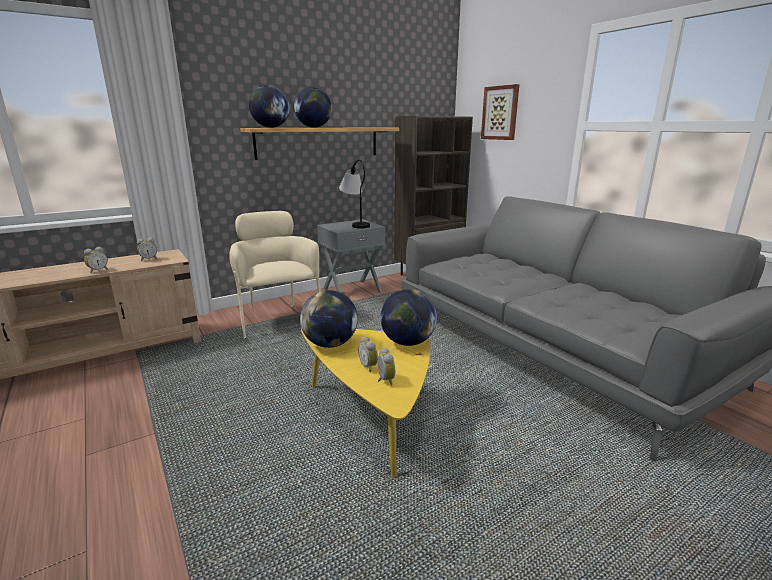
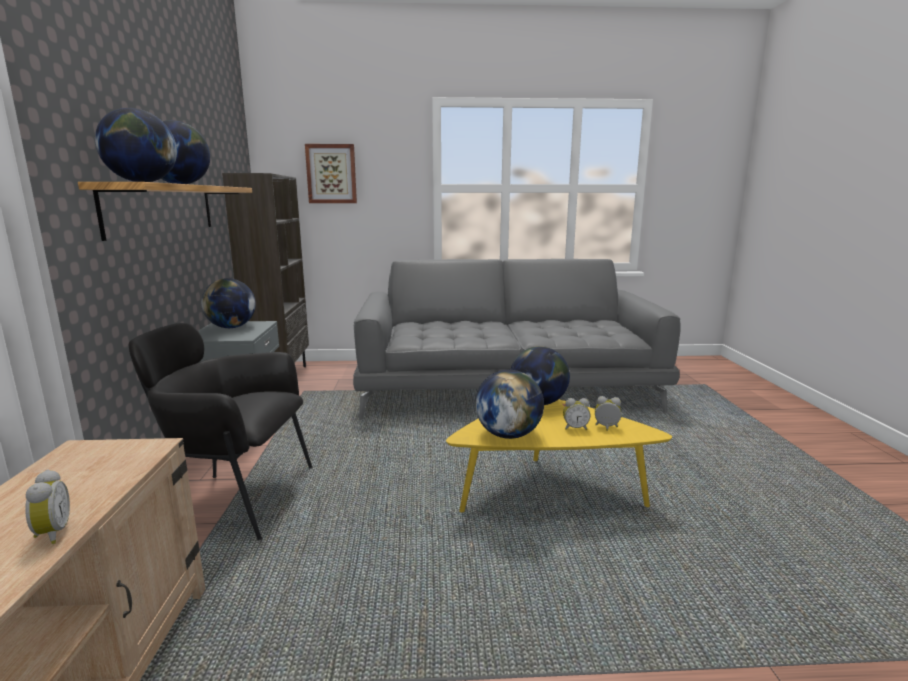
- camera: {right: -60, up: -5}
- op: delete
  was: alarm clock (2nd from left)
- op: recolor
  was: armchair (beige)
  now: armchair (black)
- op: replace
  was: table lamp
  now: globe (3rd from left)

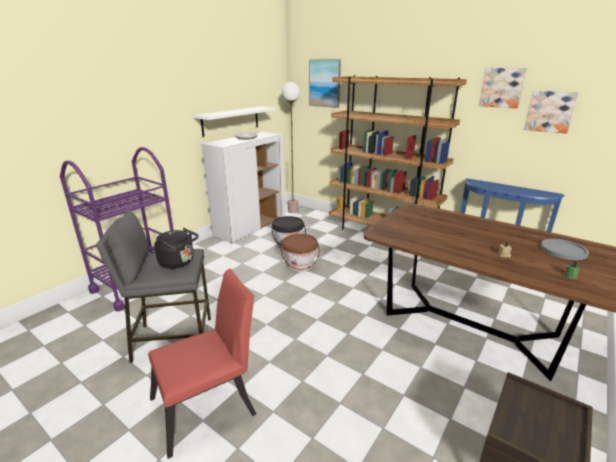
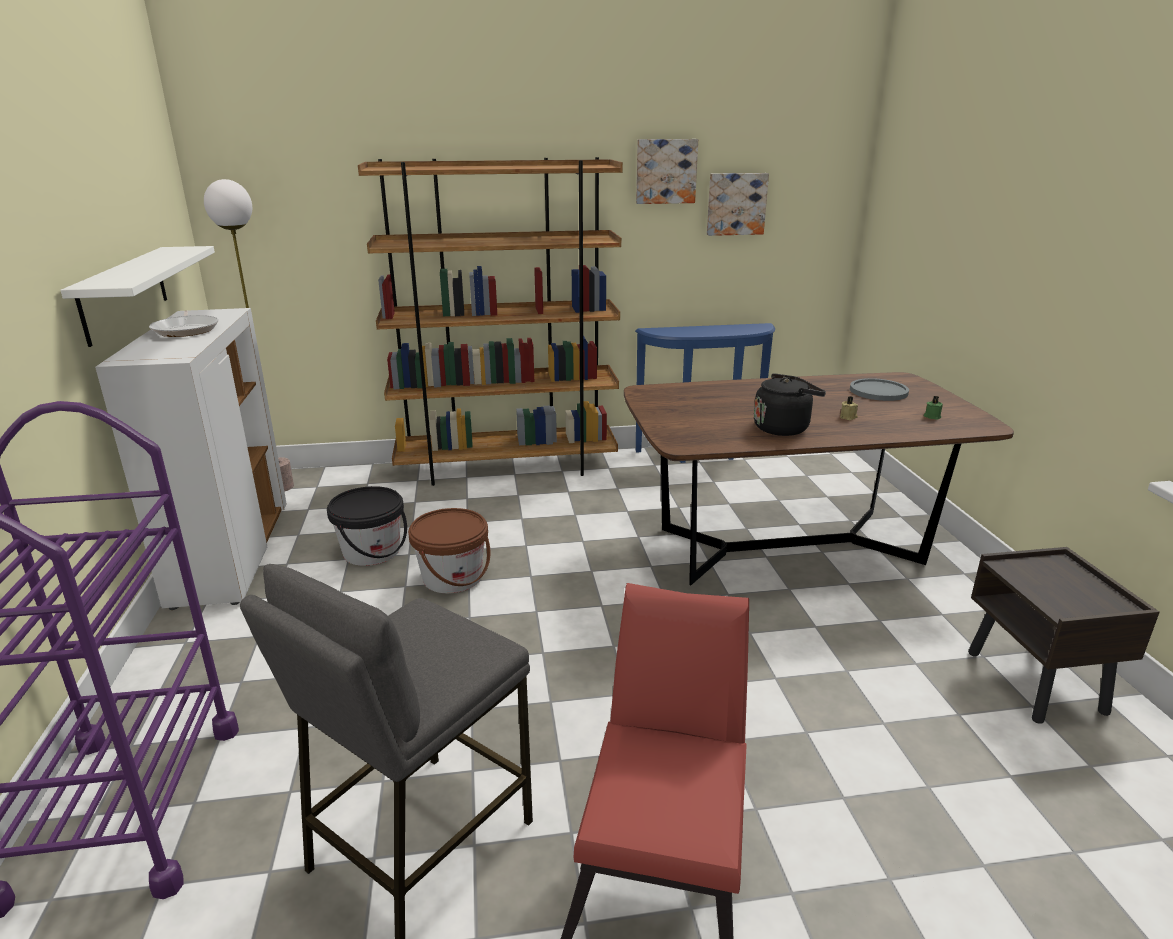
- camera: {right: -45, up: 0}
- op: move
  was: kettle (black)
- op: delete
  was: picture (1st from left)

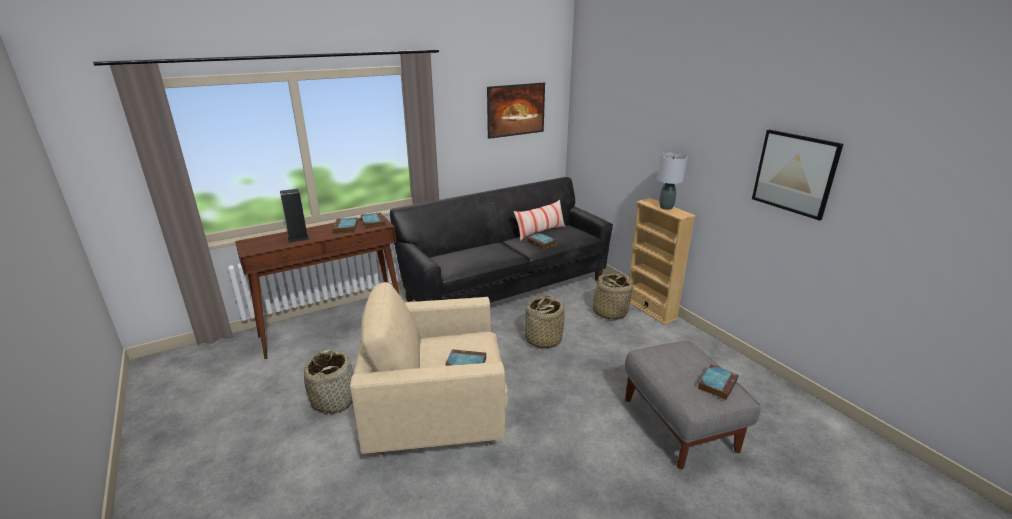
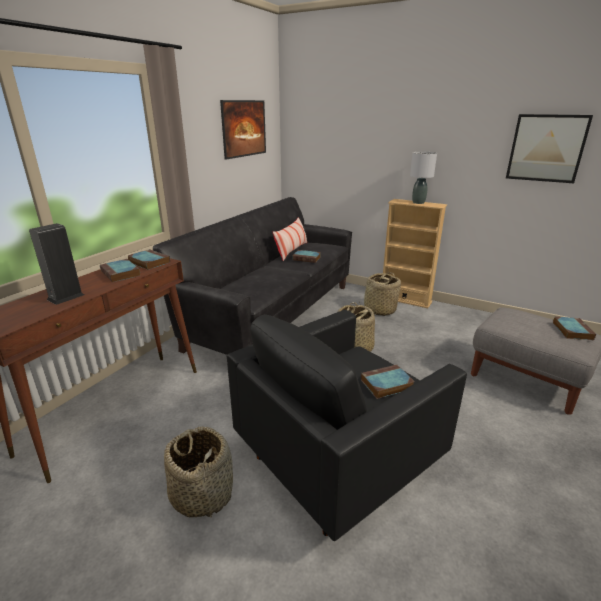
- camera: {right: -30, up: 0}
- op: recolor
  was: armchair (beige)
  now: armchair (black)

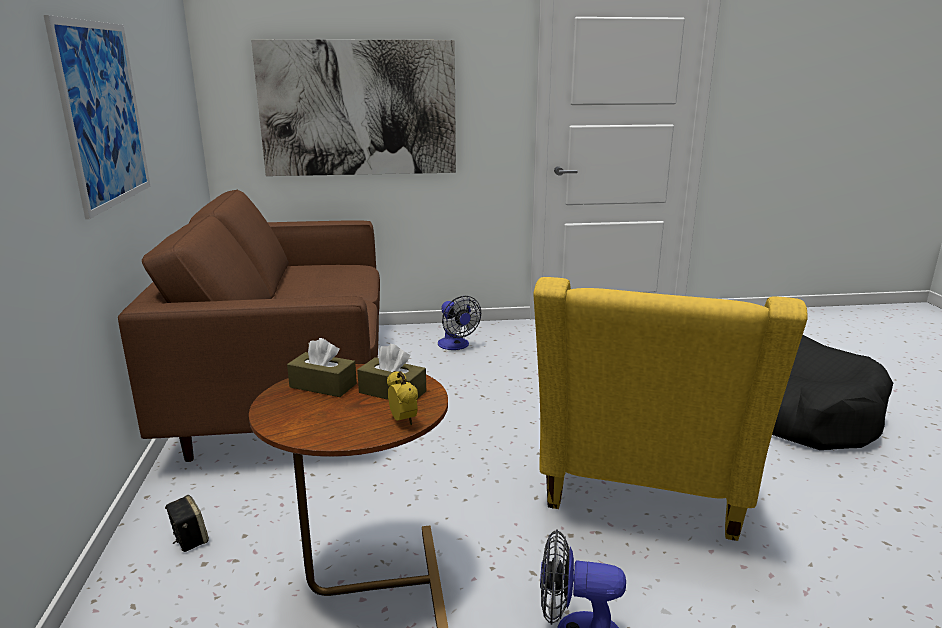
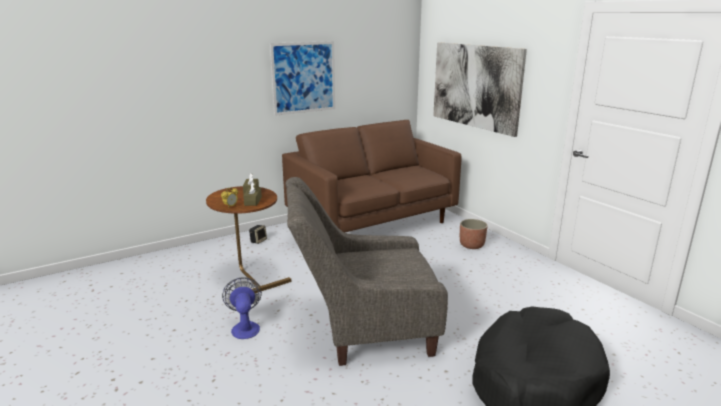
- camera: {right: 65, up: 0}
- op: replace
  was: fan (1st from left)
  now: planter
- op: recolor
  was: armchair (yellow)
  now: armchair (grey)

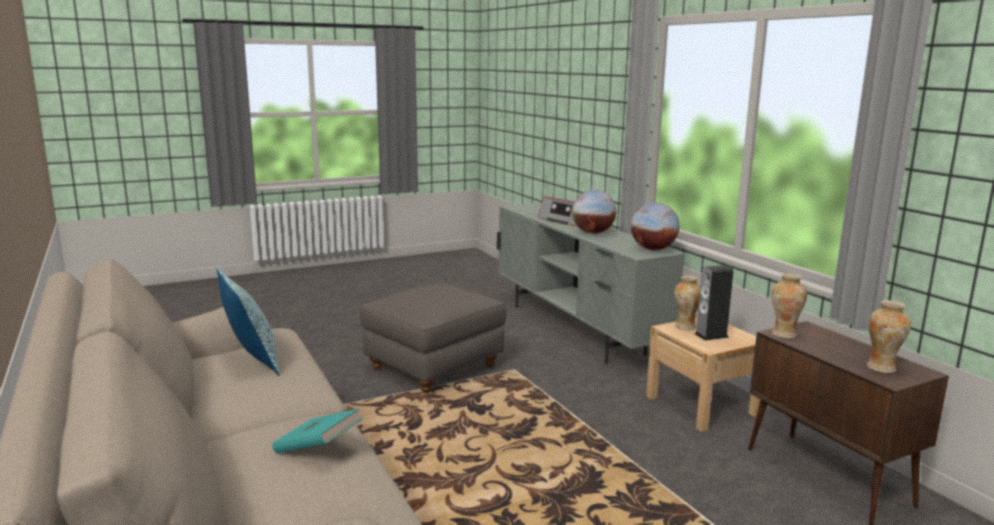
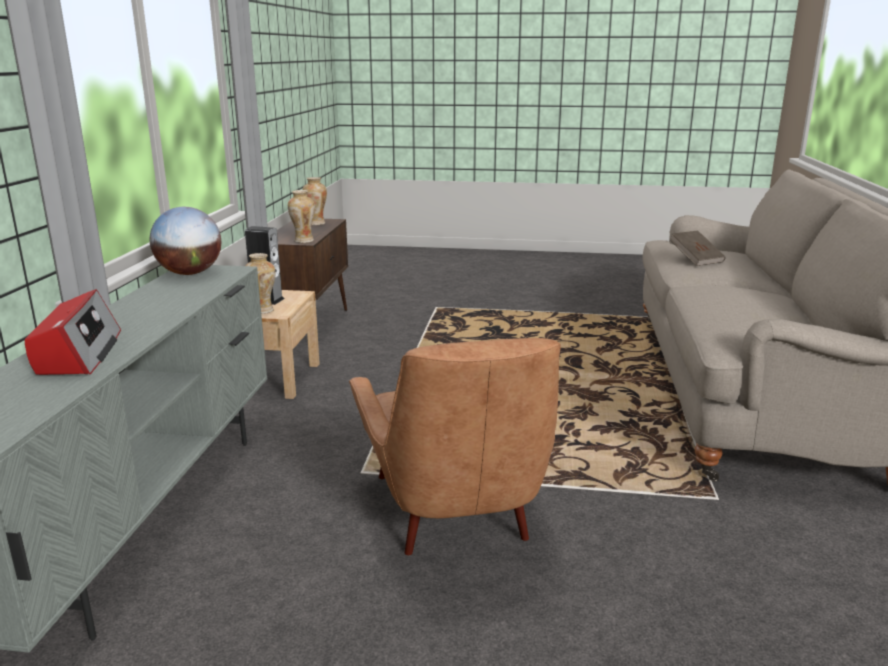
- camera: {right: -145, up: 5}
- op: delete
  was: pillow
- op: recolor
  was: book (turquoise)
  now: book (brown)
- op: replace
  was: ottoman (grey)
  now: armchair (brown)
- op: delete
  was: globe (1st from left)

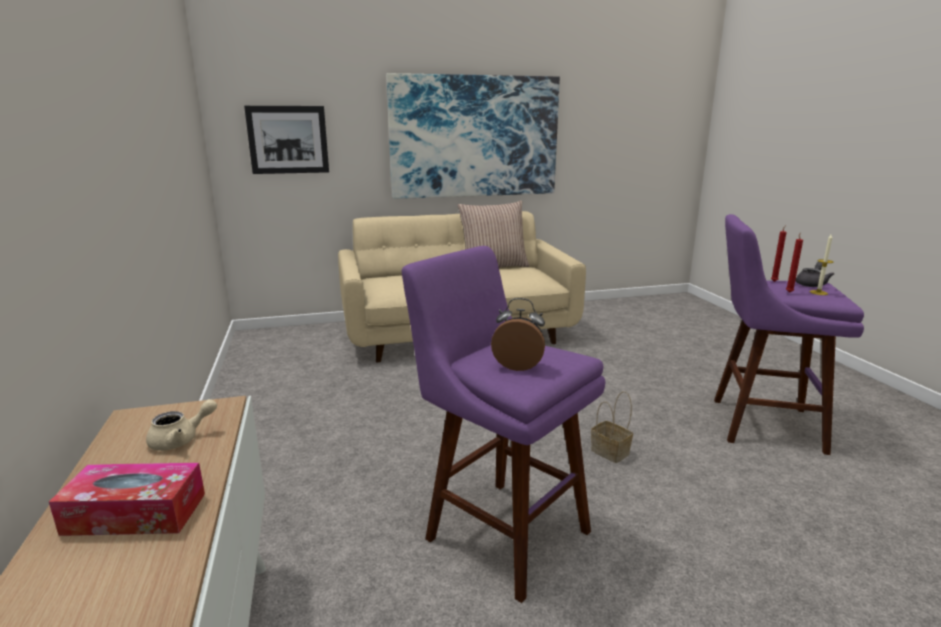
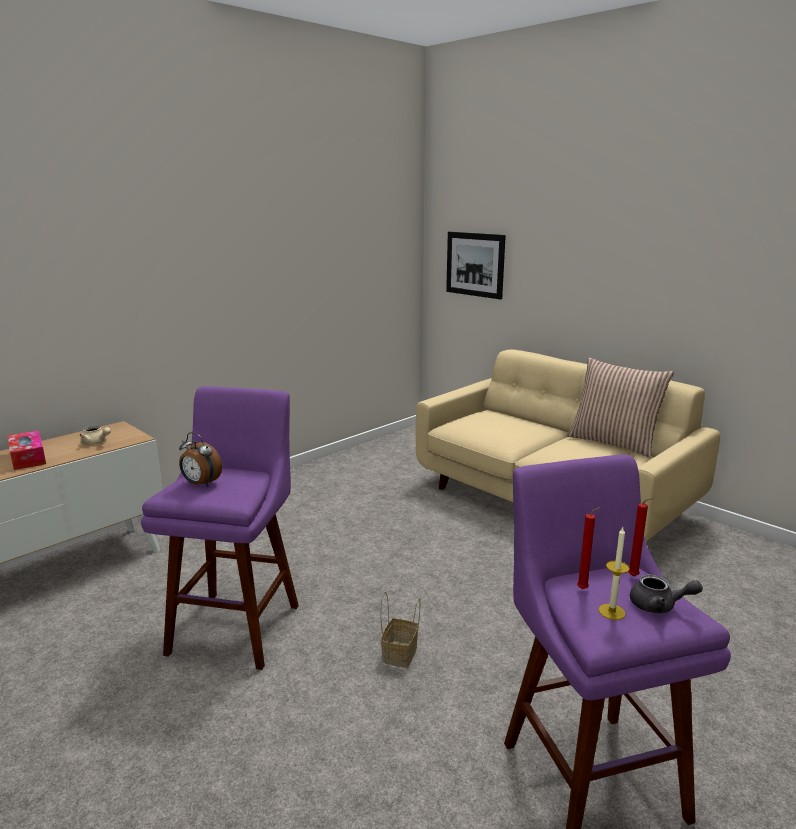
- camera: {right: 60, up: 0}
- op: delete
  was: picture (2nd from left)
- op: rotate
  was: alarm clock
  clockwise: 135

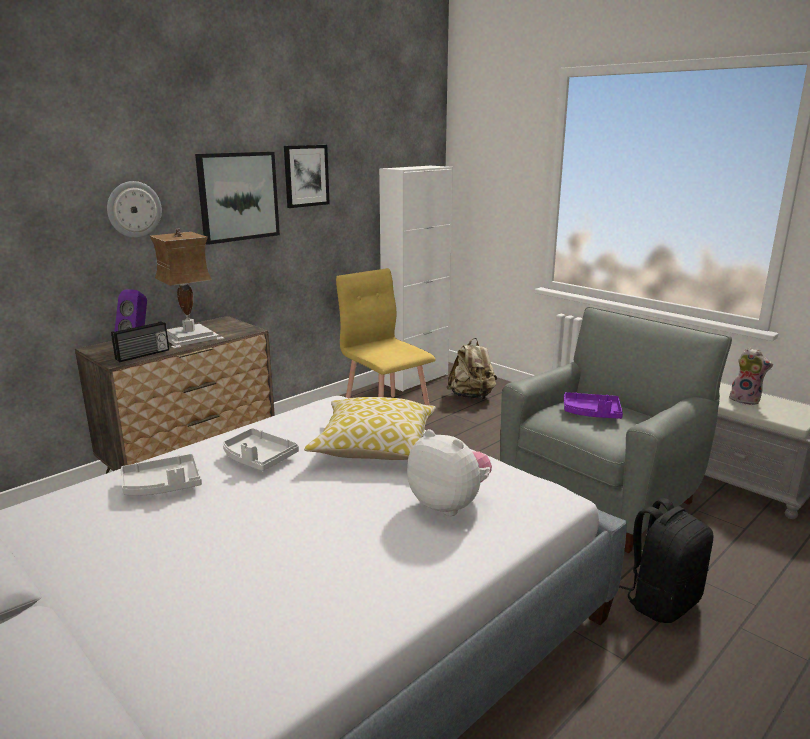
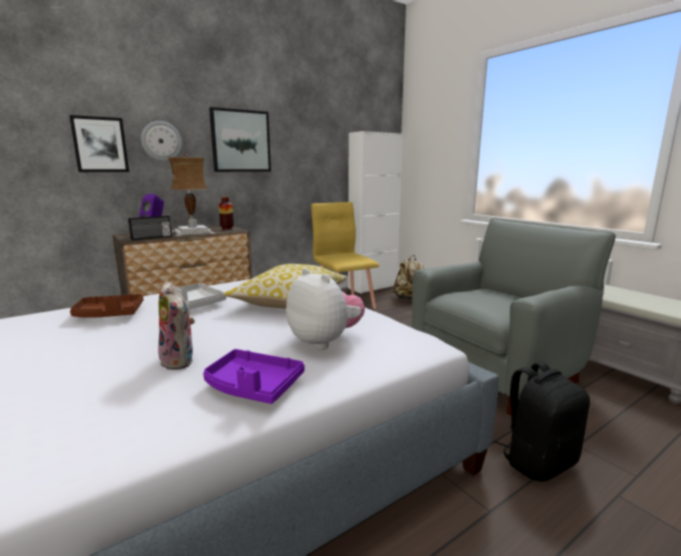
- camera: {right: 10, up: -5}
- op: recolor
  was: tray (grey) (1st from left)
  now: tray (brown)
- op: move
  was: picture (2nd from left in the first image)
  now: picture (1st from left)
- op: move
  was: tray (purple)
- op: move
  was: plush toy (2nd from left in the first image)
  now: plush toy (1st from left)
- op: insert
  now: vase

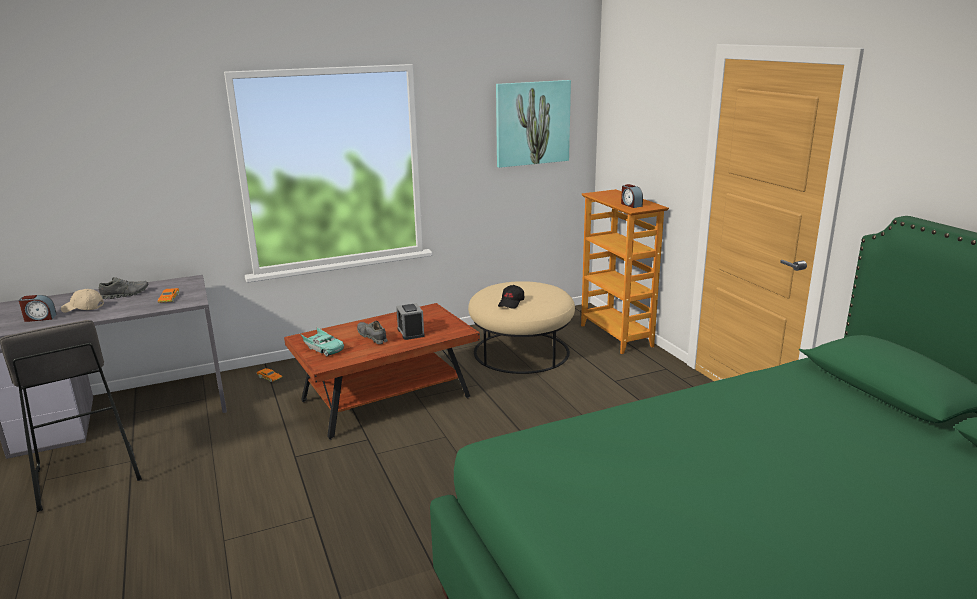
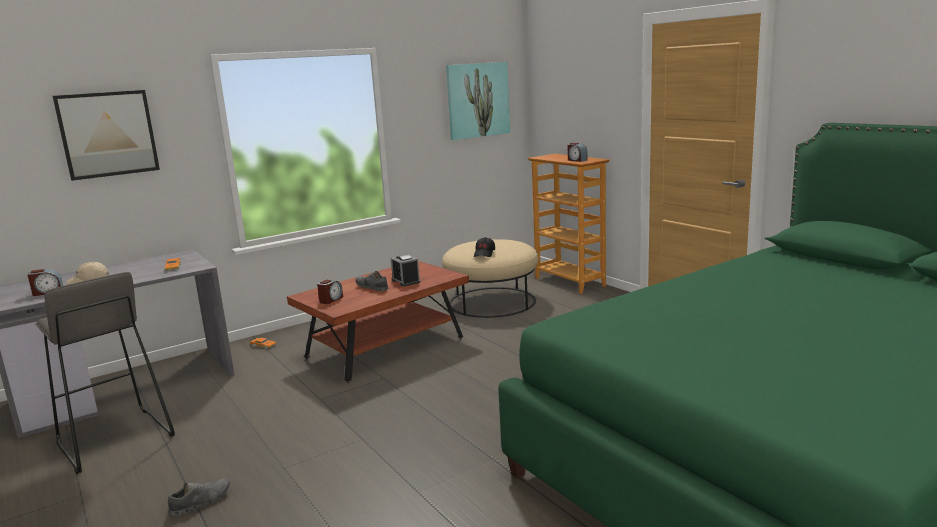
- camera: {right: -10, up: -5}
- op: move
  was: shoe (grey) (1st from left)
- op: replace
  was: toy car (turquoise)
  now: alarm clock (2nd from left)
- op: insert
  now: picture (1st from left)

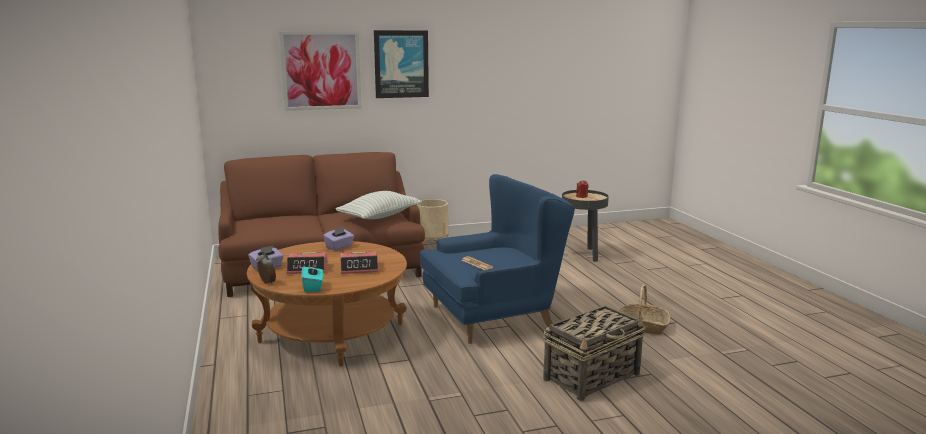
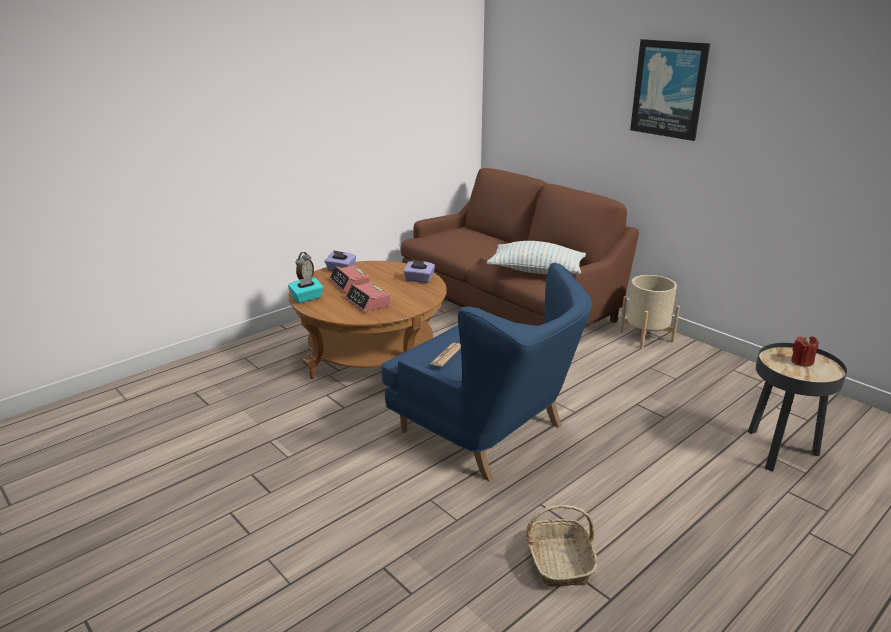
- camera: {right: 65, up: 10}
- op: delete
  was: picture (1st from left)
- op: delete
  was: basket (1st from left)

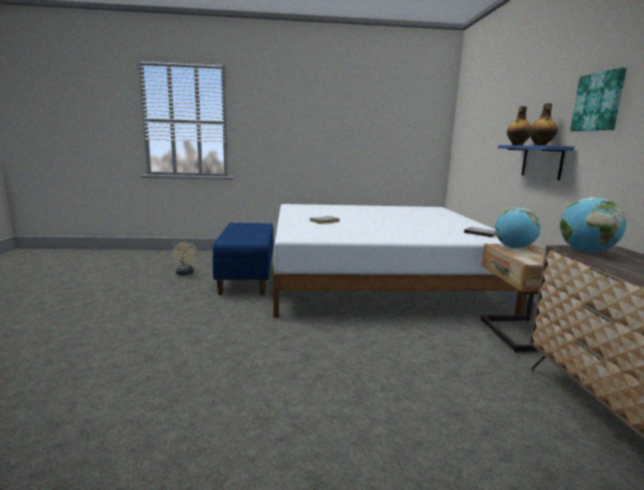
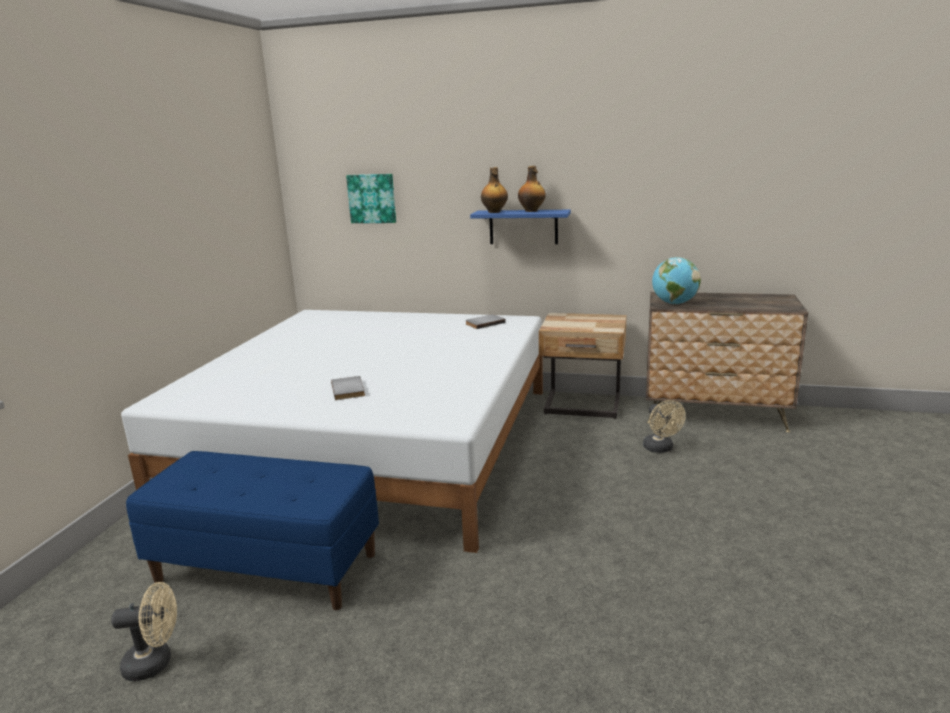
- camera: {right: -70, up: 5}
- op: delete
  was: globe (1st from left)
- op: move
  was: picture
- op: insert
  now: fan (beige) (2nd from left)

